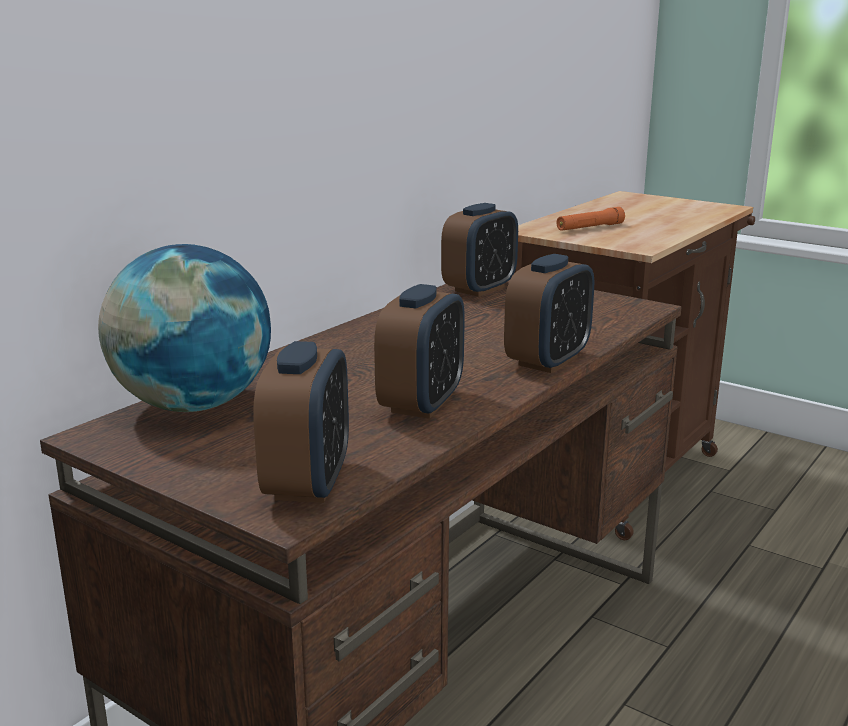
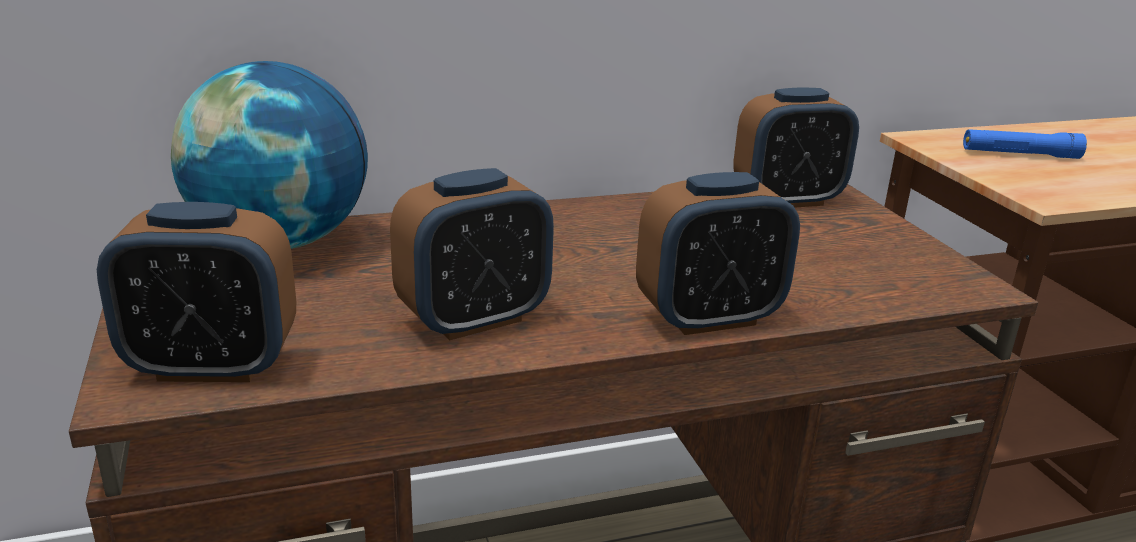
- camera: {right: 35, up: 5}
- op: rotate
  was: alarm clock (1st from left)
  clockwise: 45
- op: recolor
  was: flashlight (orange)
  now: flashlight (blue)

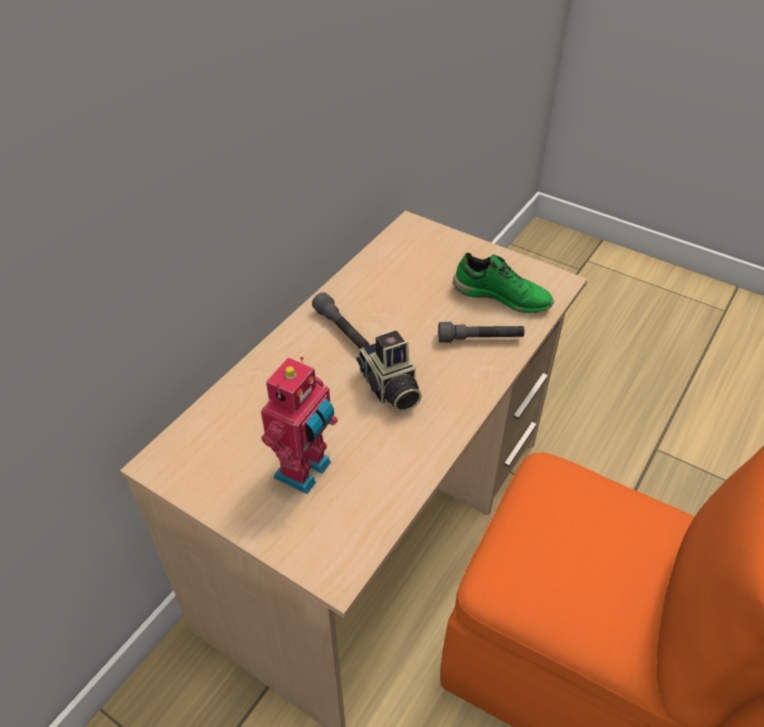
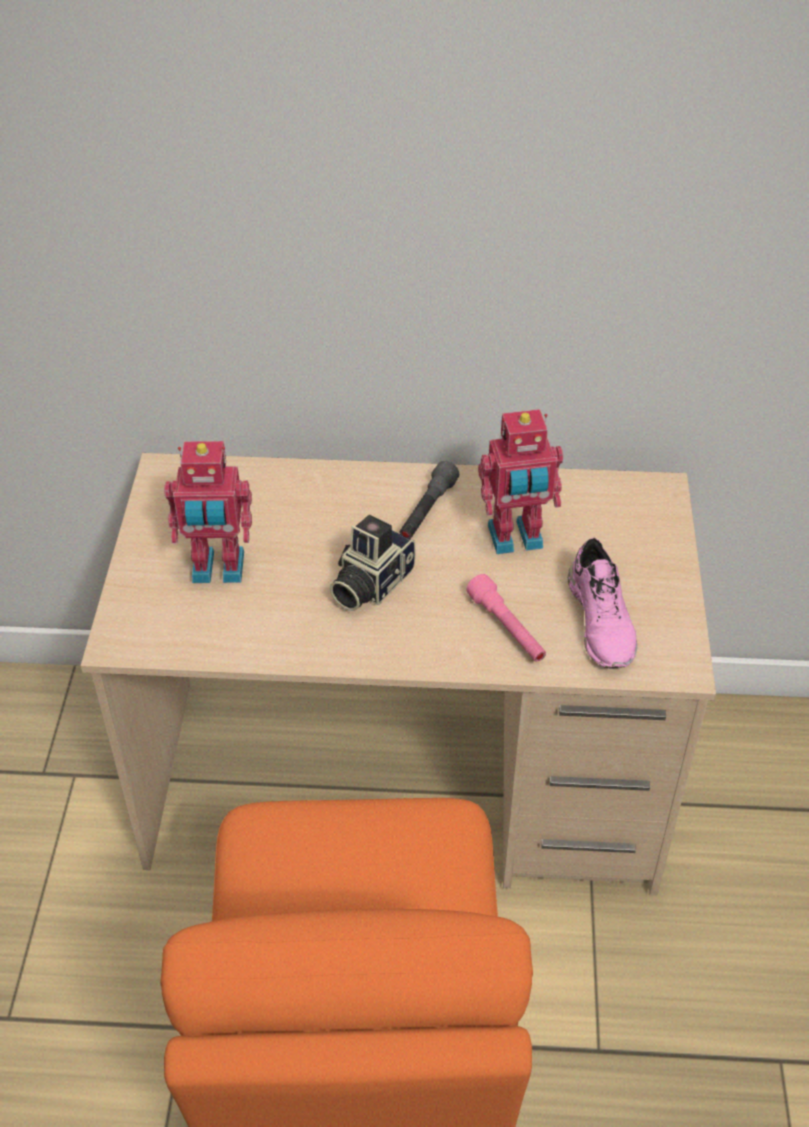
- camera: {right: 60, up: 0}
- op: recolor
  was: flashlight (grey) (2nd from left)
  now: flashlight (pink)
- op: recolor
  was: shoe (green)
  now: shoe (pink)
- op: insert
  now: toy robot (2nd from left)

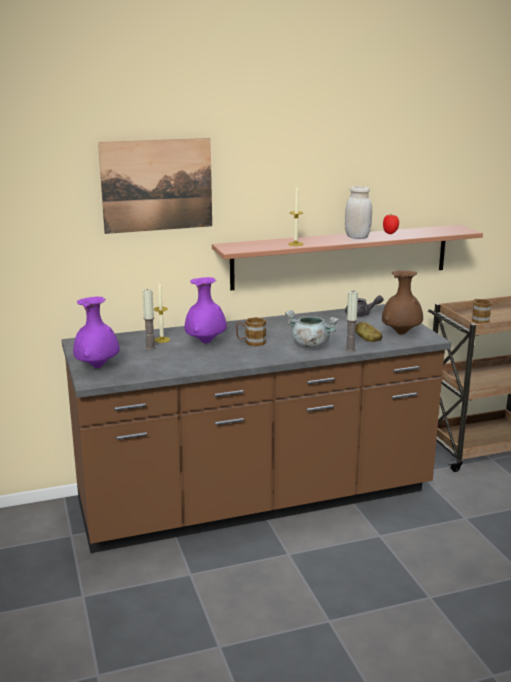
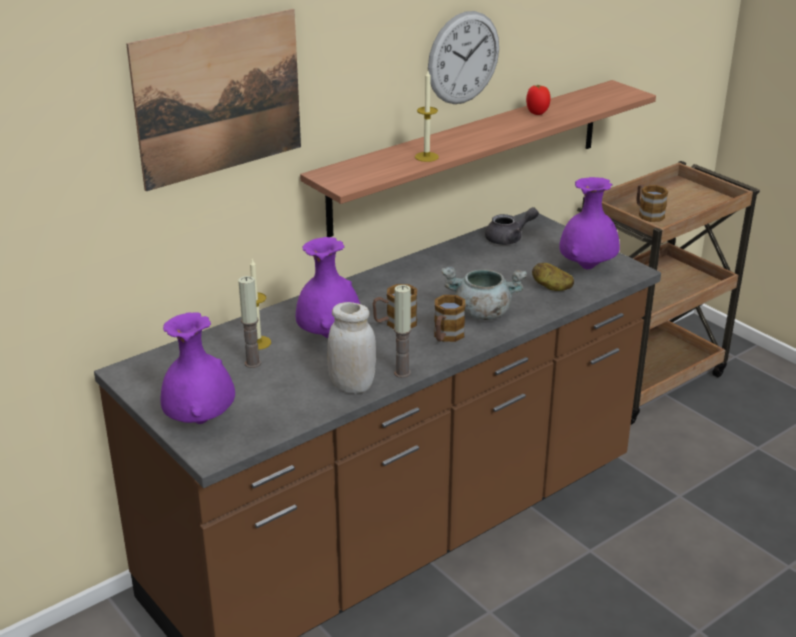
- camera: {right: -20, up: 10}
- op: move
  was: jar (white)
- op: move
  was: candle (4th from left in the first image)
  now: candle (3rd from left)
- op: recolor
  was: vase (brown)
  now: vase (purple) (3rd from left)
- op: insert
  now: wall clock
- op: insert
  now: mug (2nd from left)

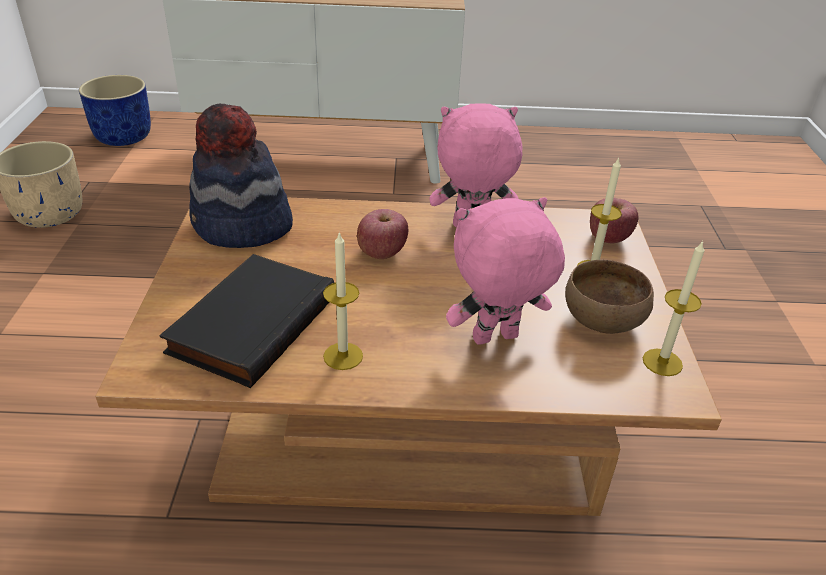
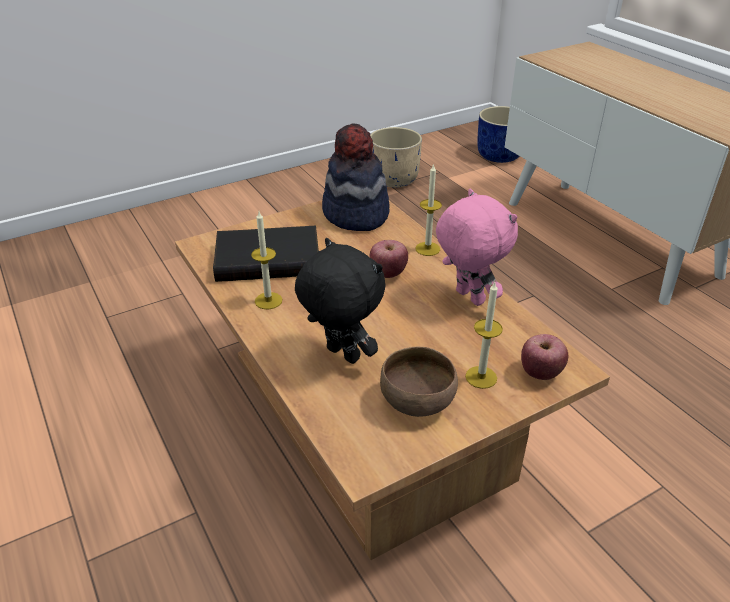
- camera: {right: 60, up: 0}
- op: recolor
  was: plush toy (pink) (2nd from left)
  now: plush toy (black)
- op: move
  was: candle (3rd from left in the first image)
  now: candle (2nd from left)

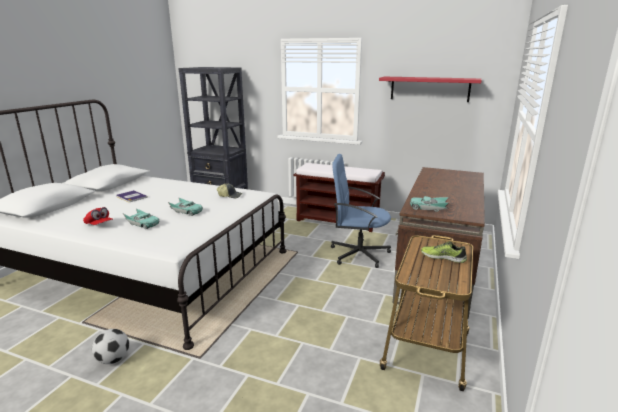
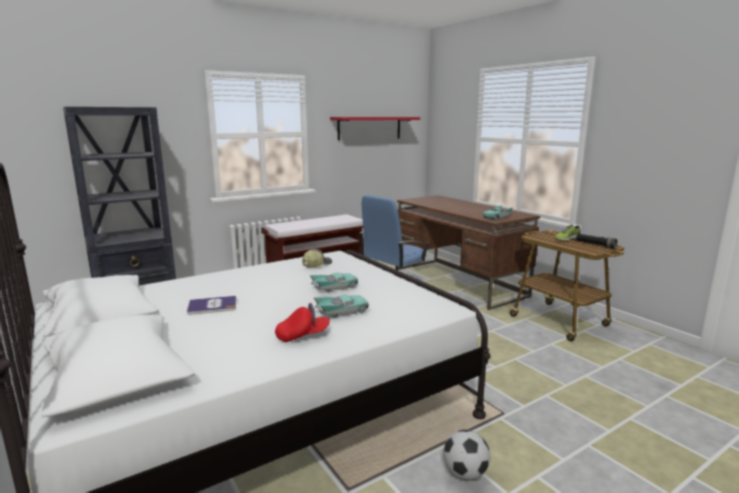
- camera: {right: -55, up: -5}
- op: insert
  now: flashlight (black)

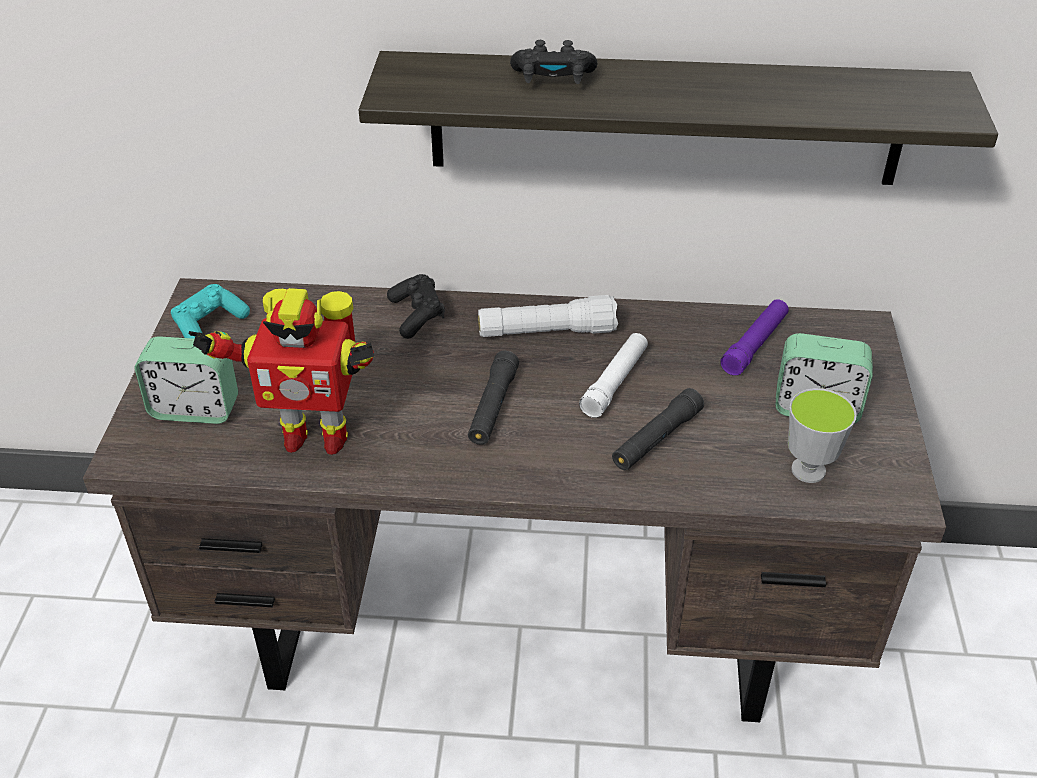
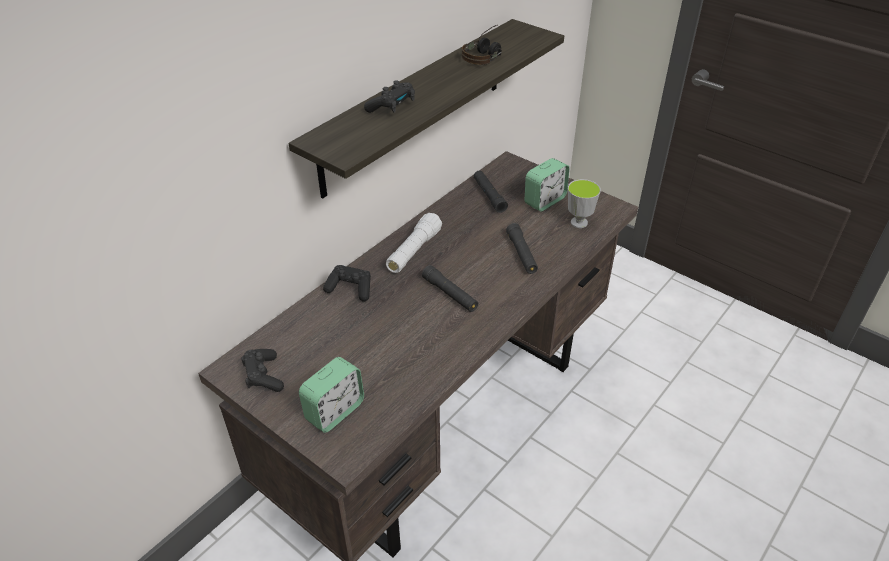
- camera: {right: -55, up: 0}
- op: recolor
  was: game controller (turquoise)
  now: game controller (black) (1st from left)
- op: delete
  was: toy robot
- op: delete
  was: flashlight (white) (2nd from left)
- op: recolor
  was: flashlight (purple)
  now: flashlight (black) (2nd from left)
- op: insert
  now: headphones

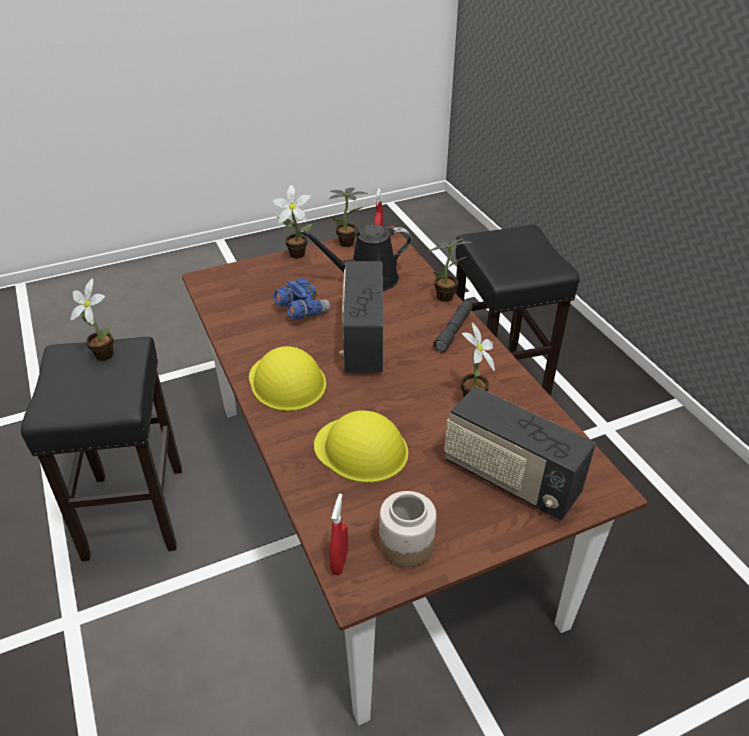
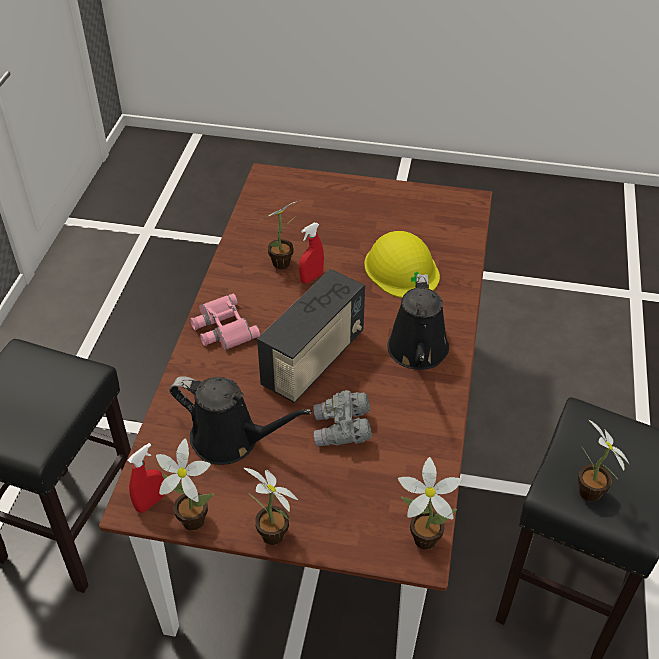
- camera: {right: -145, up: 5}
- op: replace
  was: hard hat (yellow) (1st from left)
  now: watering can (black) (2nd from left)
- op: recolor
  was: binoculars (blue)
  now: binoculars (grey)
- op: move
  was: spray bottle (red) (1st from left in the first image)
  now: spray bottle (red) (2nd from left)
- op: delete
  was: jar
- op: move
  was: potted plant (4th from left)
- op: replace
  was: flashlight (grey)
  now: binoculars (pink)
- op: delete
  was: radio (2nd from left)

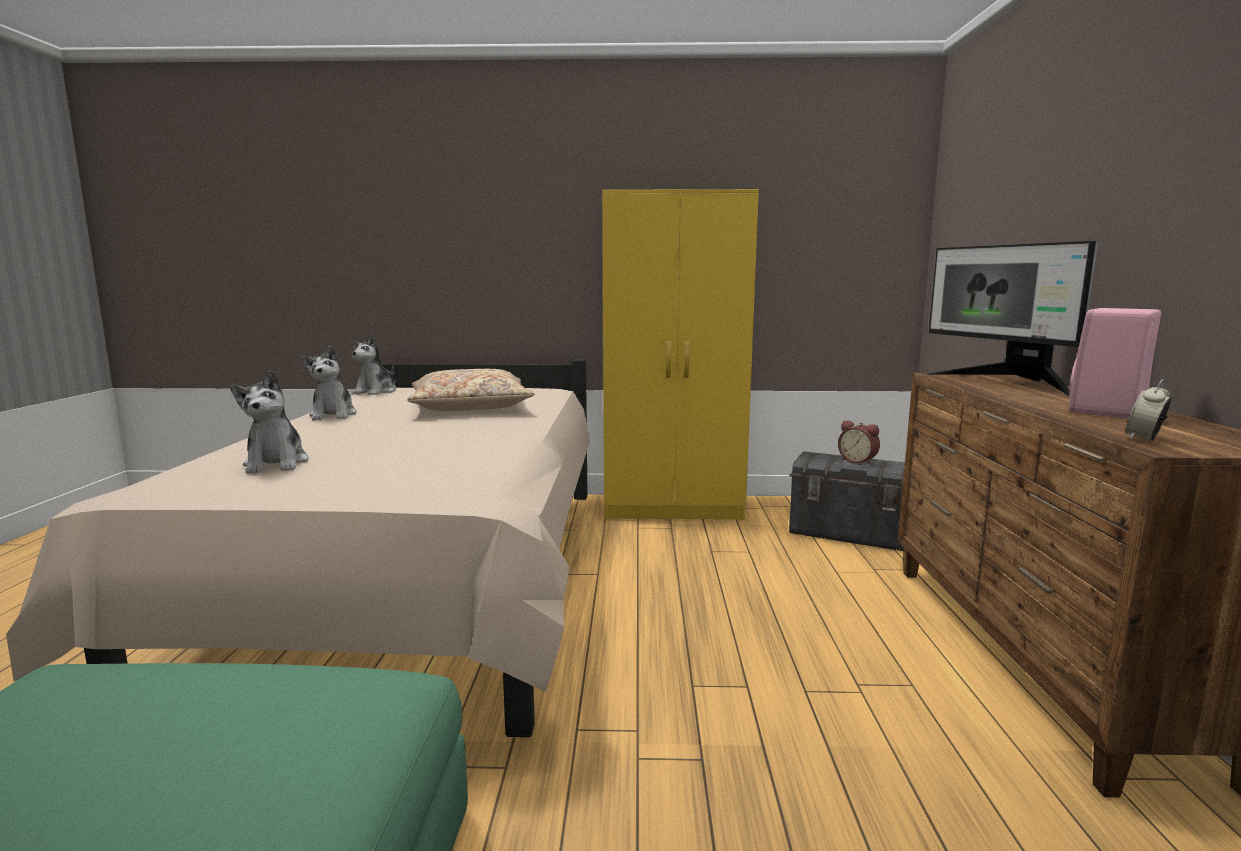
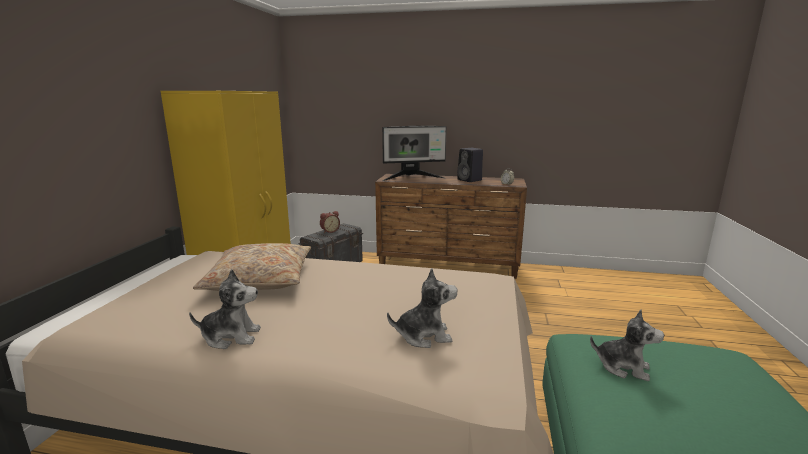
- camera: {right: -80, up: 5}
- op: move
  was: plush toy (3rd from left)
- op: recolor
  was: speaker (pink)
  now: speaker (black)

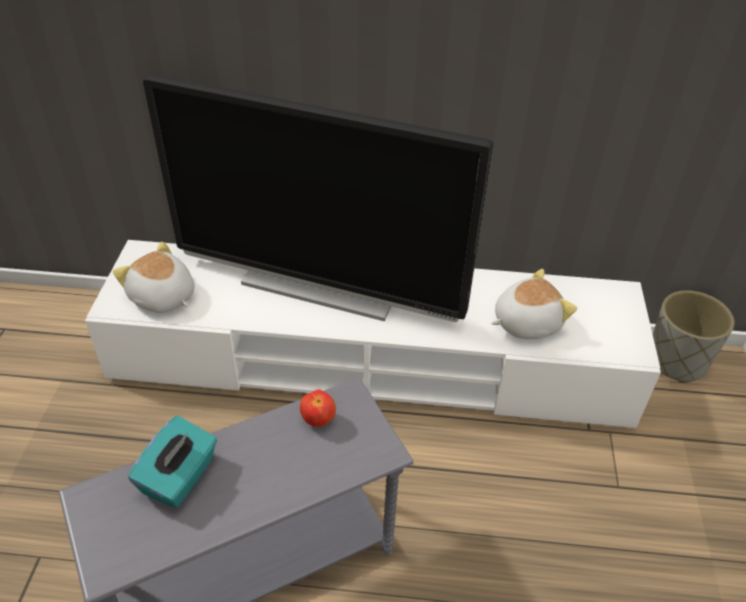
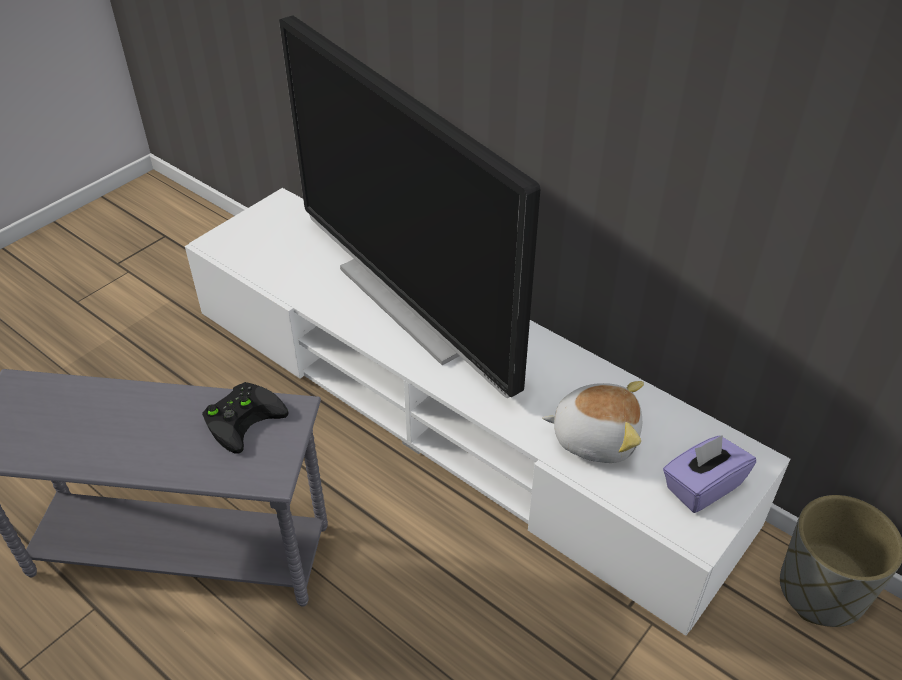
- camera: {right: 35, up: 0}
- op: delete
  was: plush toy (1st from left)
- op: delete
  was: tissue box (turquoise)
- op: replace
  was: apple
  now: game controller (black)
- op: insert
  now: tissue box (purple)

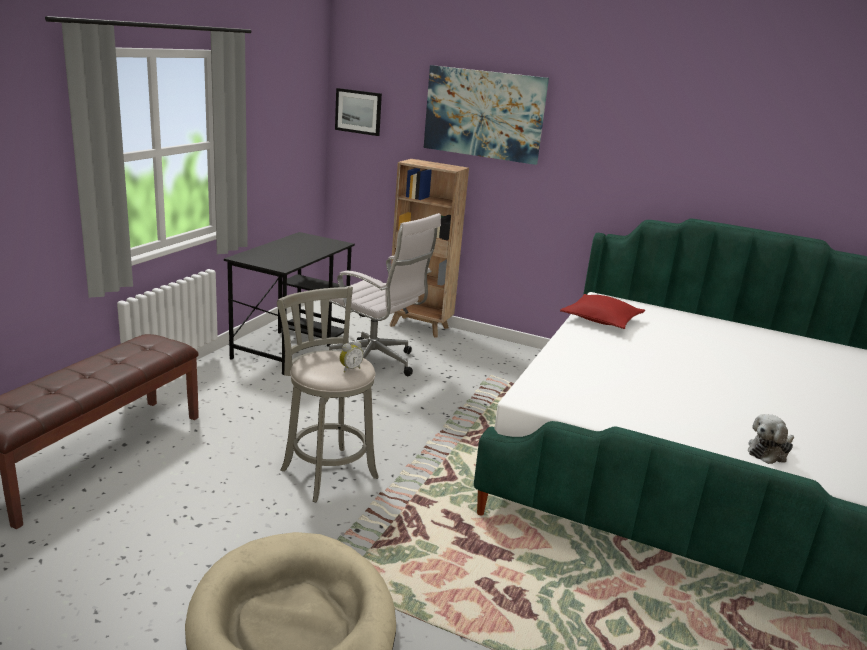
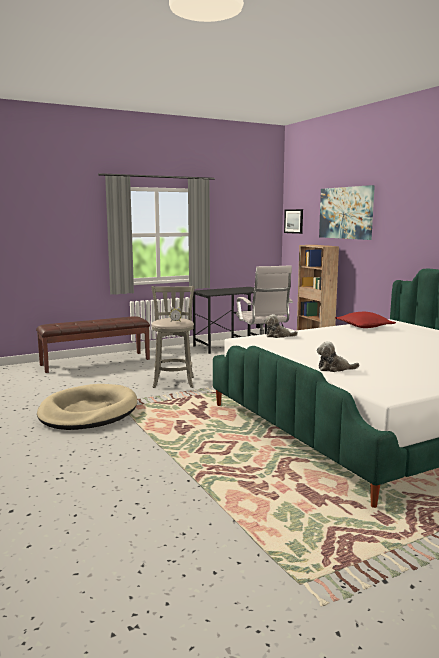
- camera: {right: 40, up: -10}
- op: insert
  now: plush toy (1st from left)

